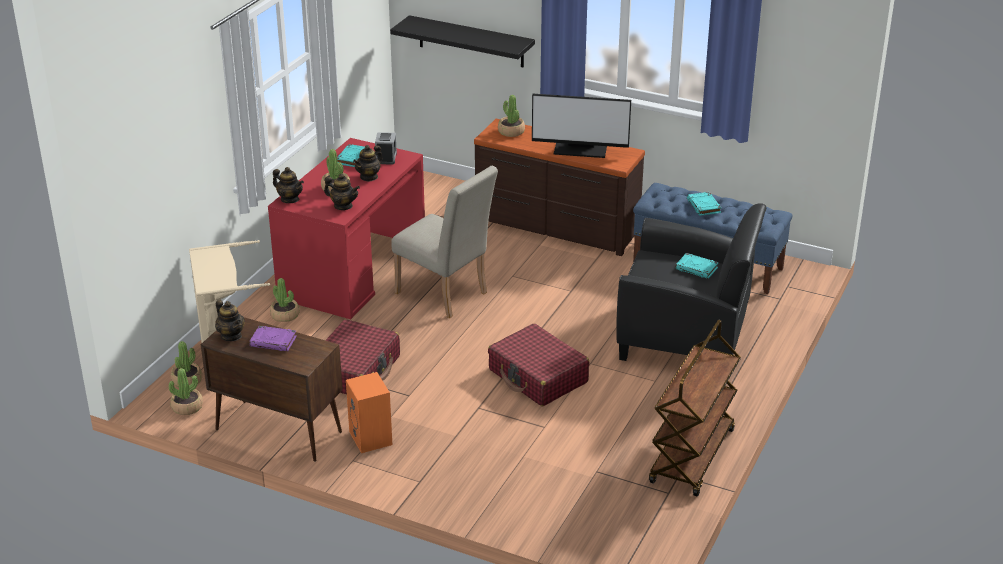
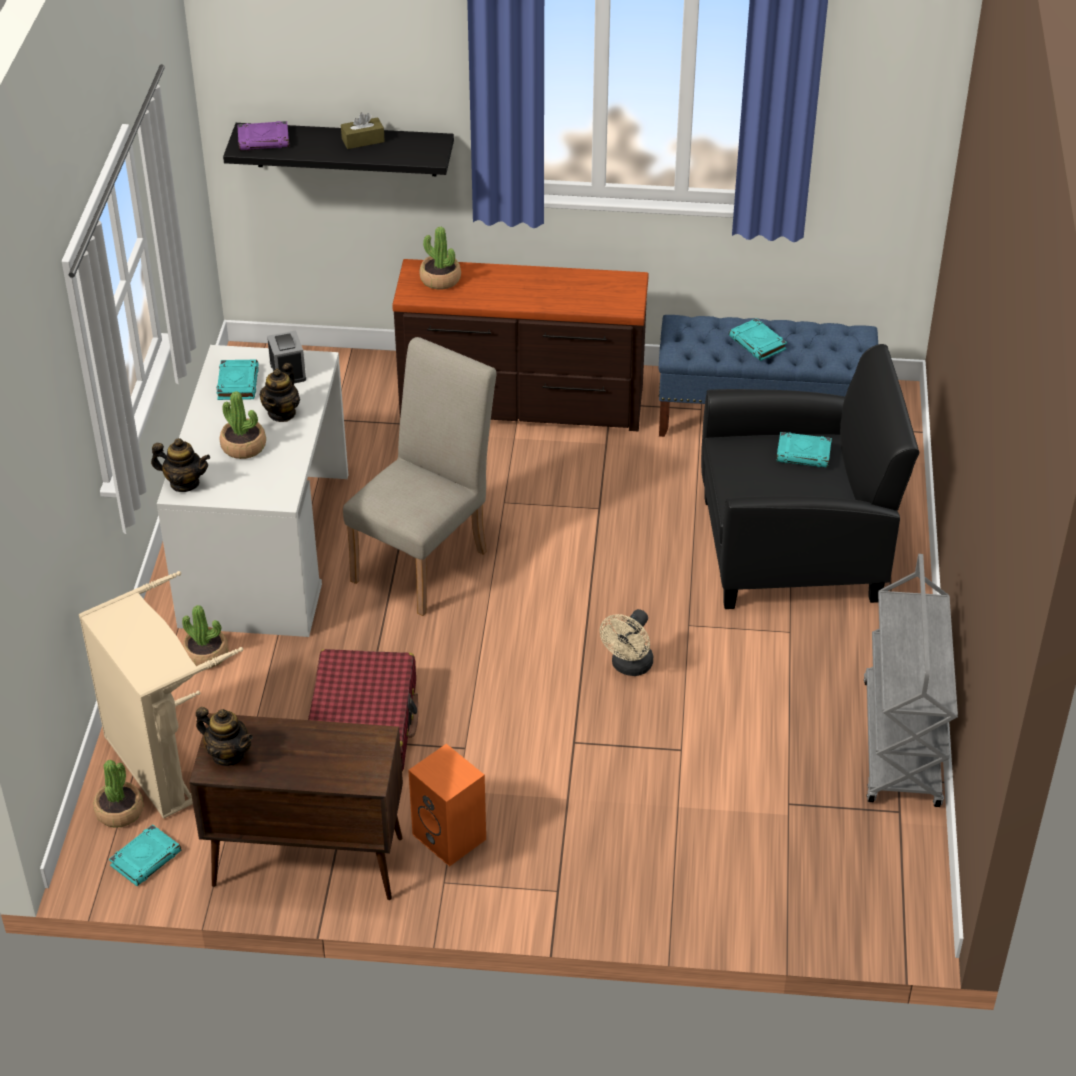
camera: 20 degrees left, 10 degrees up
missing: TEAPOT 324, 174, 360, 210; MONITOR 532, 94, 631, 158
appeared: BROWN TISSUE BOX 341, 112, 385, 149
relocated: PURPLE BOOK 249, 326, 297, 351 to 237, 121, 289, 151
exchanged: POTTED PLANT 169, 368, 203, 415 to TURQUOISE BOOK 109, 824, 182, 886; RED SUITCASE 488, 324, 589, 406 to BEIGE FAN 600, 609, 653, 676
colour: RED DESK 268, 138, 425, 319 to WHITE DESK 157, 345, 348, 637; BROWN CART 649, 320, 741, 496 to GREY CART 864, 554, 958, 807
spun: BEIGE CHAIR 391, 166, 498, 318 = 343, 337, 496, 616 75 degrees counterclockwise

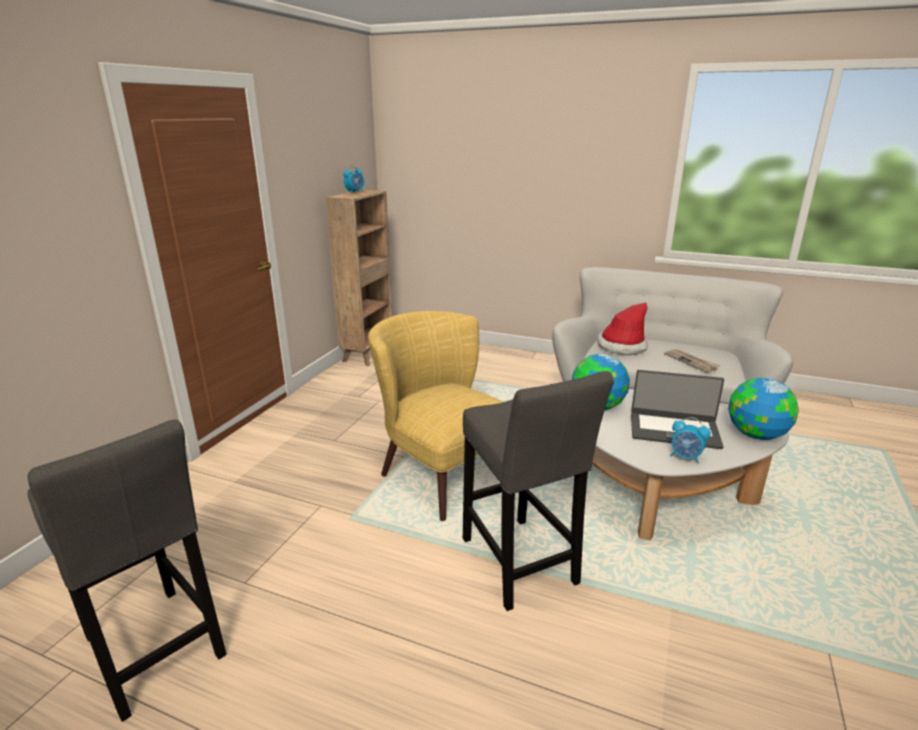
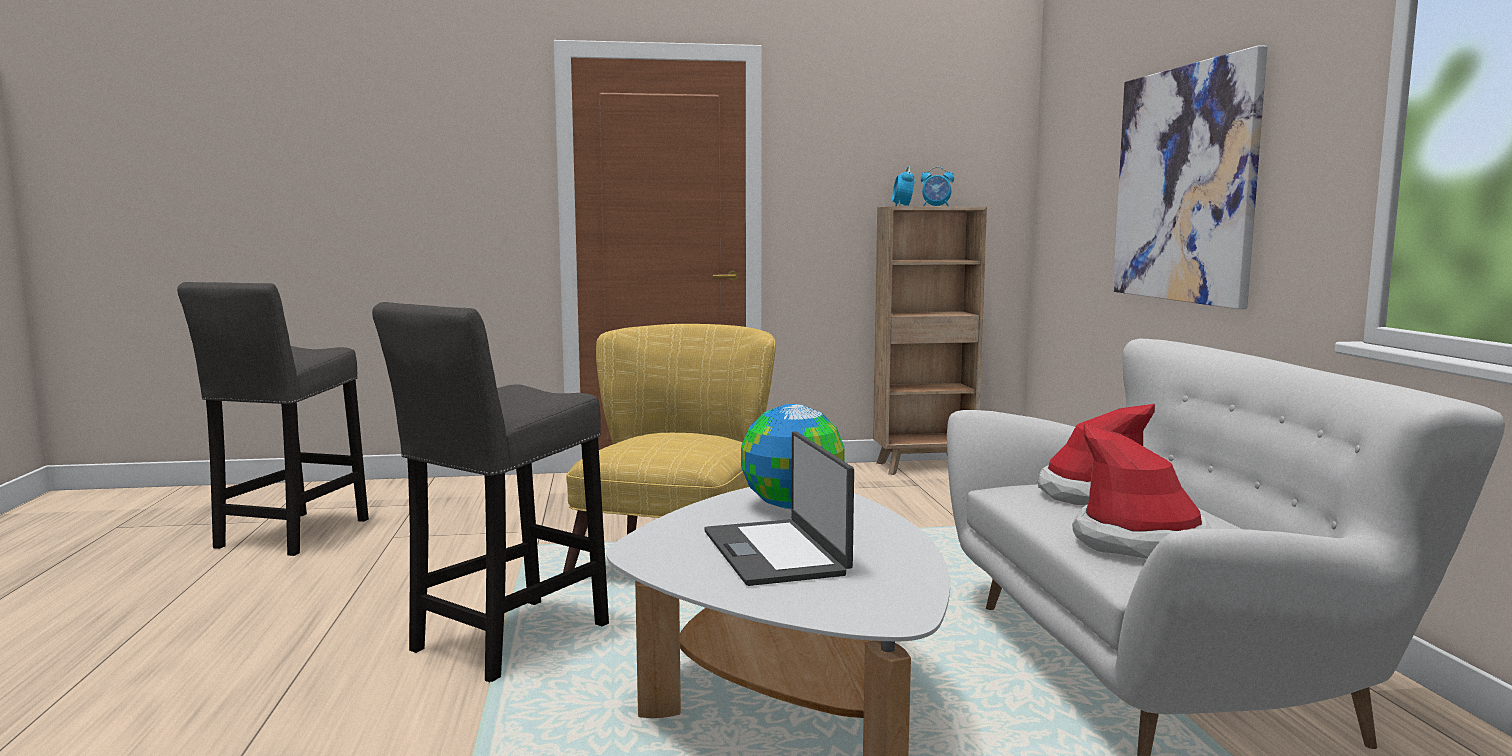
camera: 60 degrees right, 15 degrees down
missing: GLOBE 728, 378, 799, 440
appeared: PICTURE 1113, 45, 1267, 309
relocated: ALARM CLOCK 670, 417, 711, 463 to 892, 166, 915, 206
exchanged: NEWSPAPER 664, 349, 721, 373 to HAT 1072, 423, 1211, 559

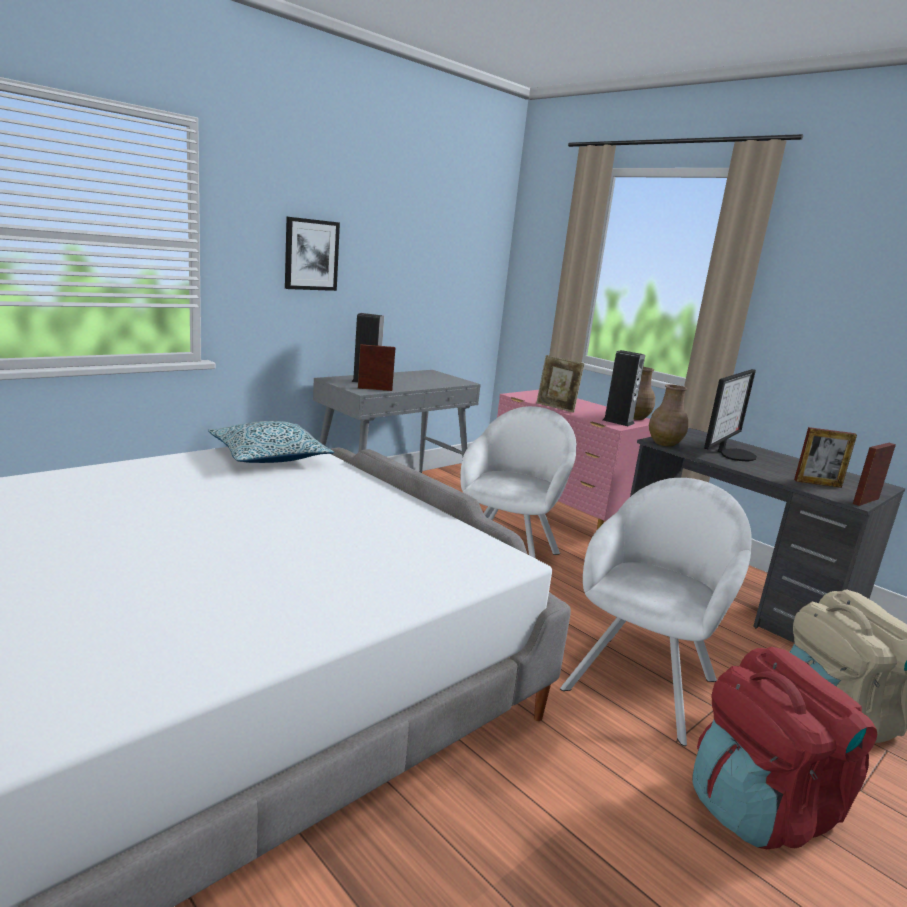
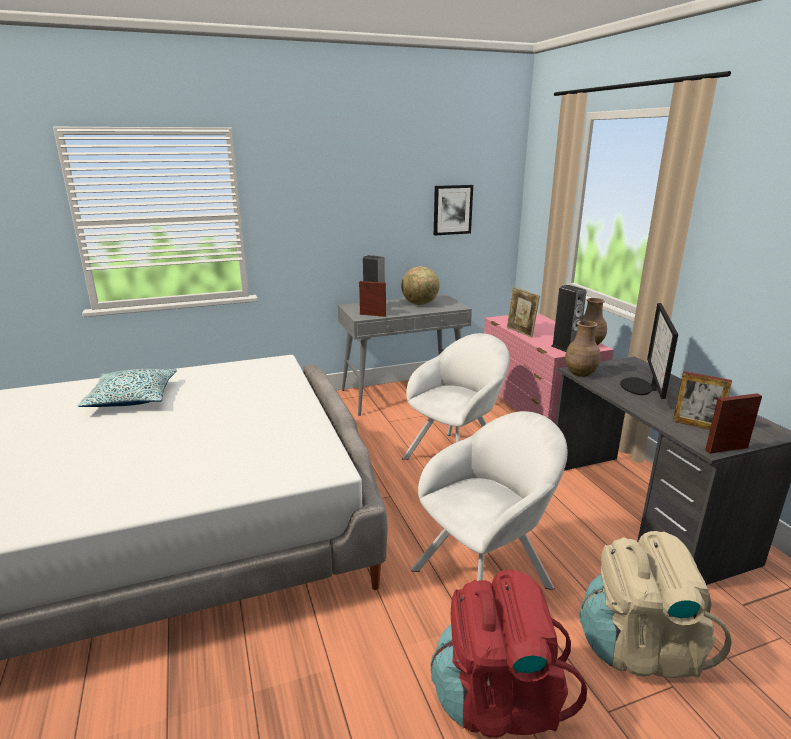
camera: 25 degrees right, 5 degrees up
appeared: GLOBE 401, 266, 440, 305
relocated: PILLOW 208, 421, 334, 463 to 77, 369, 177, 407; PICTURE 285, 217, 340, 291 to 434, 185, 473, 235
spun: MONITOR 704, 369, 757, 461 = 620, 303, 678, 399 135 degrees clockwise

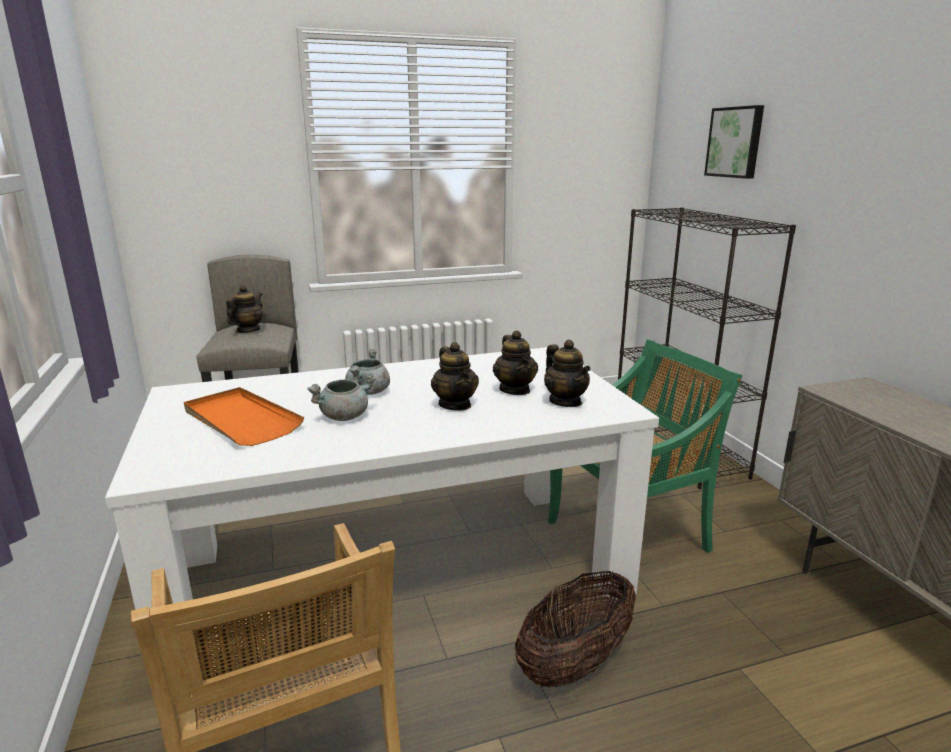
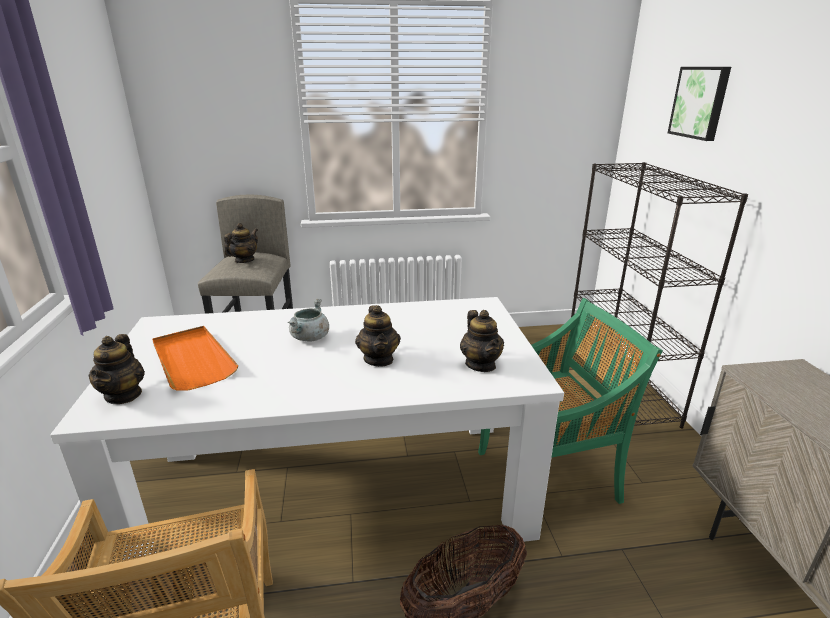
camera: 10 degrees right, 5 degrees up
missing: GREY COOKING POT 307, 373, 377, 421
relocated: TEAPOT 493, 330, 538, 395 to 88, 334, 145, 404

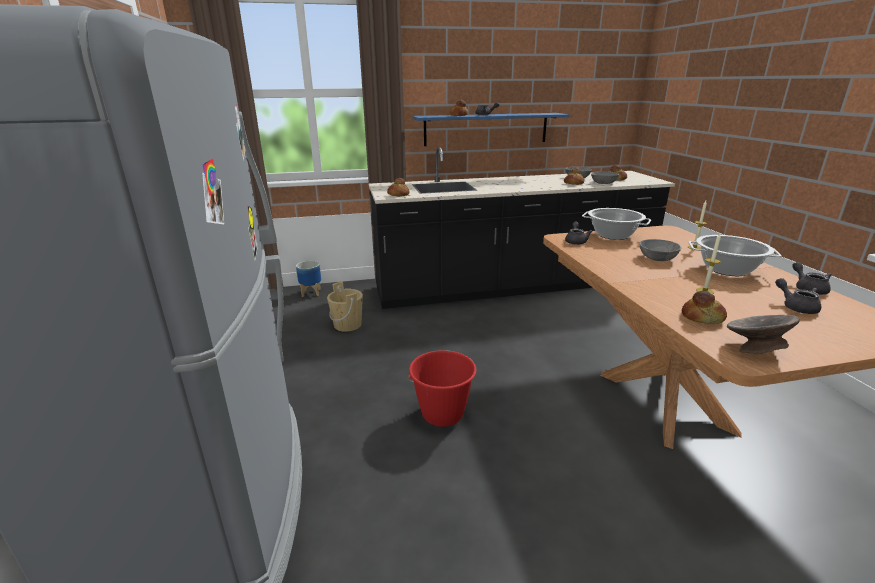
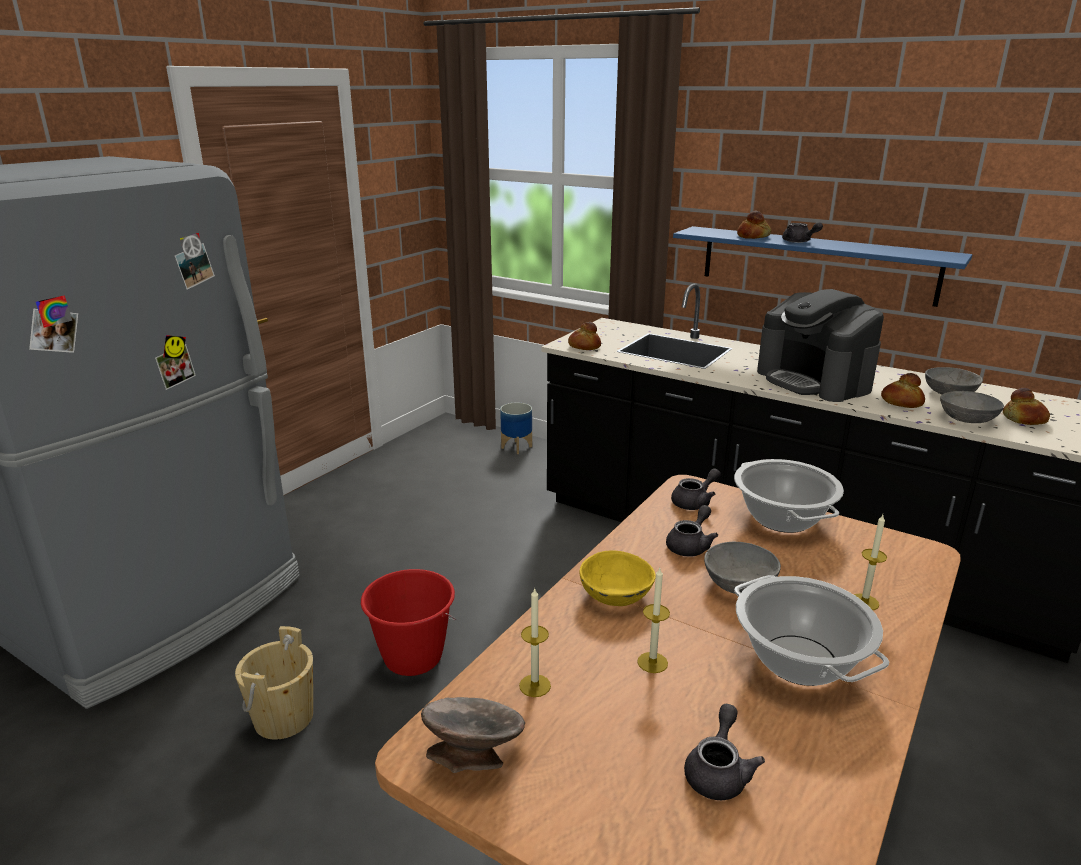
camera: 45 degrees right, 0 degrees up
appeared: YELLOW BOWL 579, 550, 656, 606; COFFEE MACHINE 757, 289, 884, 402
relocated: BEIGE BUCKET 327, 282, 363, 332 to 235, 626, 313, 740; GREY TEAPOT 792, 262, 832, 295 to 666, 505, 718, 557
exchanged: BREAD 682, 291, 727, 324 to CANDLE 519, 587, 551, 697

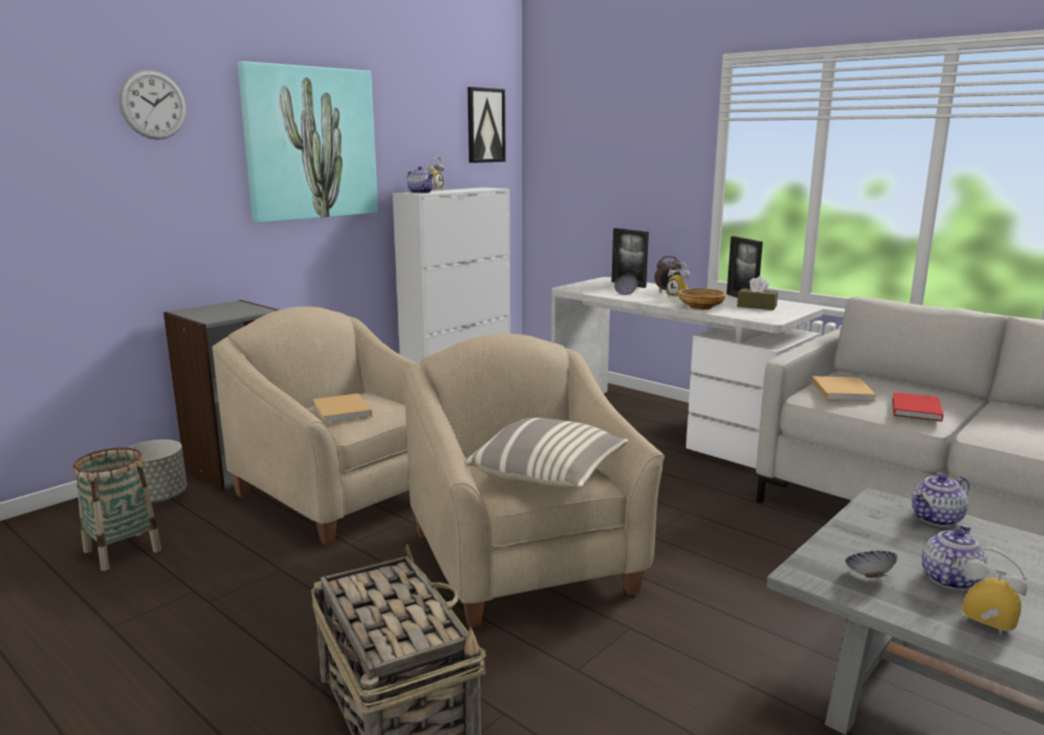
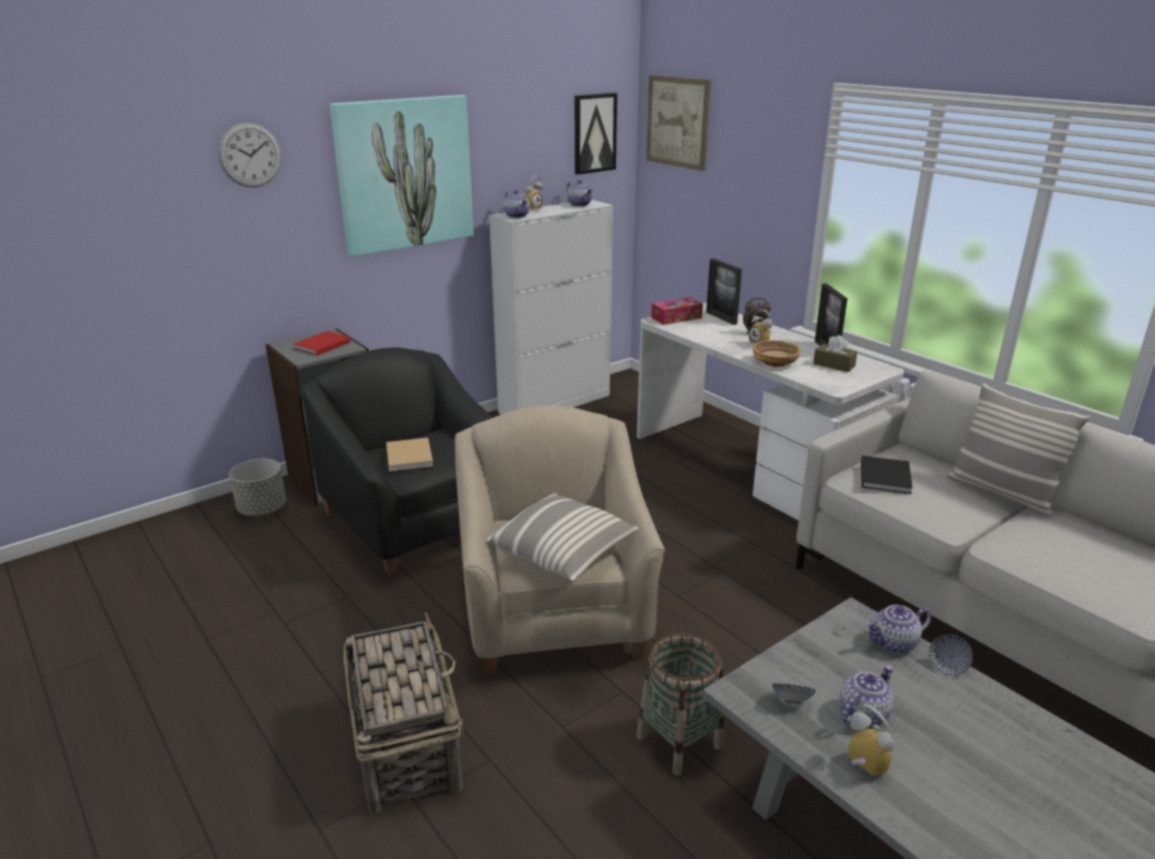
camera: 10 degrees right, 10 degrees up
appeared: TEAPOT 567, 180, 593, 206; PICTURE 646, 75, 711, 171; TISSUE BOX 651, 297, 703, 325; PILLOW 946, 383, 1090, 516
relocated: BASKET 73, 447, 161, 571 to 637, 633, 724, 776; BOWL 614, 275, 638, 295 to 929, 634, 973, 676; RED BOOK 892, 392, 943, 422 to 294, 331, 351, 355
colour: BEIGE ARMCHAIR 212, 306, 415, 546 to BLACK ARMCHAIR 301, 347, 494, 576; BEIGE BOOK 812, 376, 877, 402 to BLACK BOOK 861, 456, 912, 494

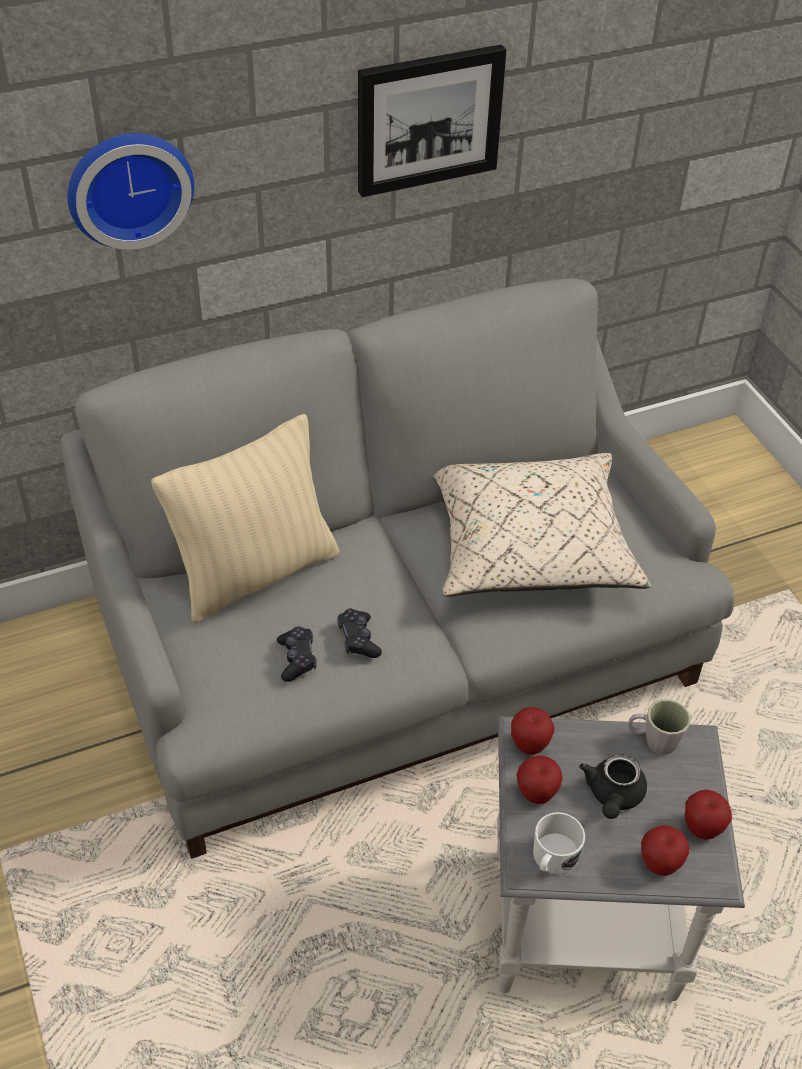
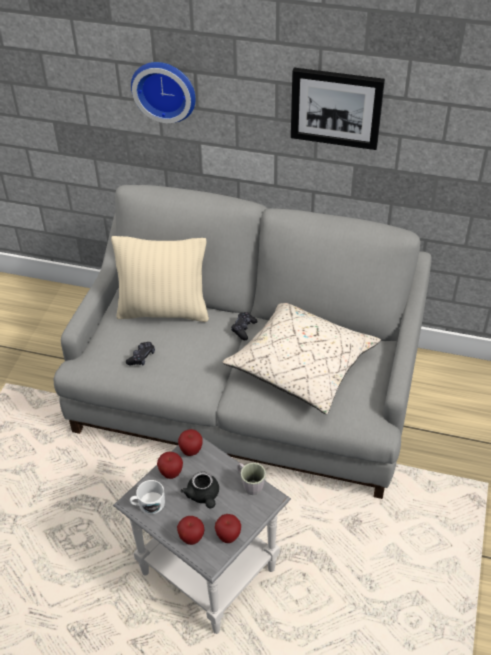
camera: 40 degrees right, 0 degrees up
relocated: BLACK GAME CONTROLLER 337, 609, 382, 658 to 231, 312, 258, 340
spun: BLACK TEAPOT 579, 754, 647, 819 = 181, 471, 219, 508 75 degrees counterclockwise

